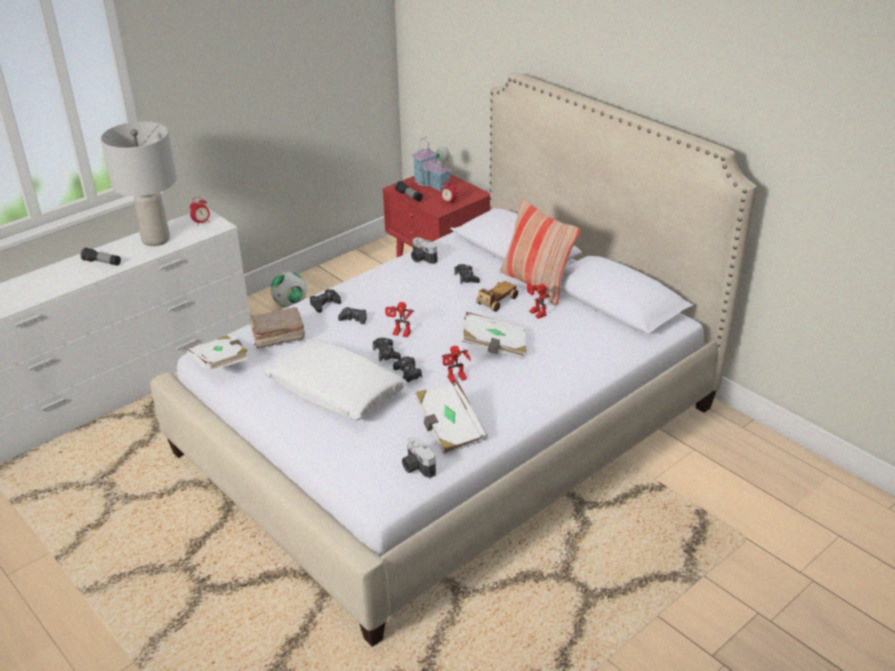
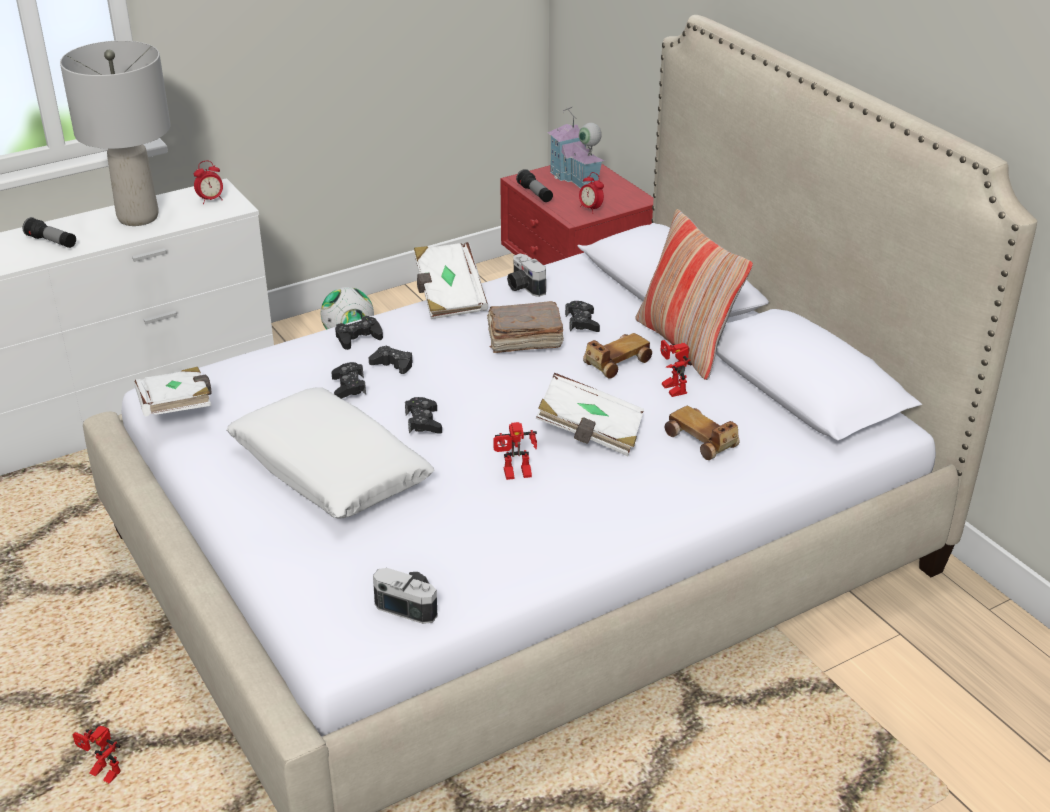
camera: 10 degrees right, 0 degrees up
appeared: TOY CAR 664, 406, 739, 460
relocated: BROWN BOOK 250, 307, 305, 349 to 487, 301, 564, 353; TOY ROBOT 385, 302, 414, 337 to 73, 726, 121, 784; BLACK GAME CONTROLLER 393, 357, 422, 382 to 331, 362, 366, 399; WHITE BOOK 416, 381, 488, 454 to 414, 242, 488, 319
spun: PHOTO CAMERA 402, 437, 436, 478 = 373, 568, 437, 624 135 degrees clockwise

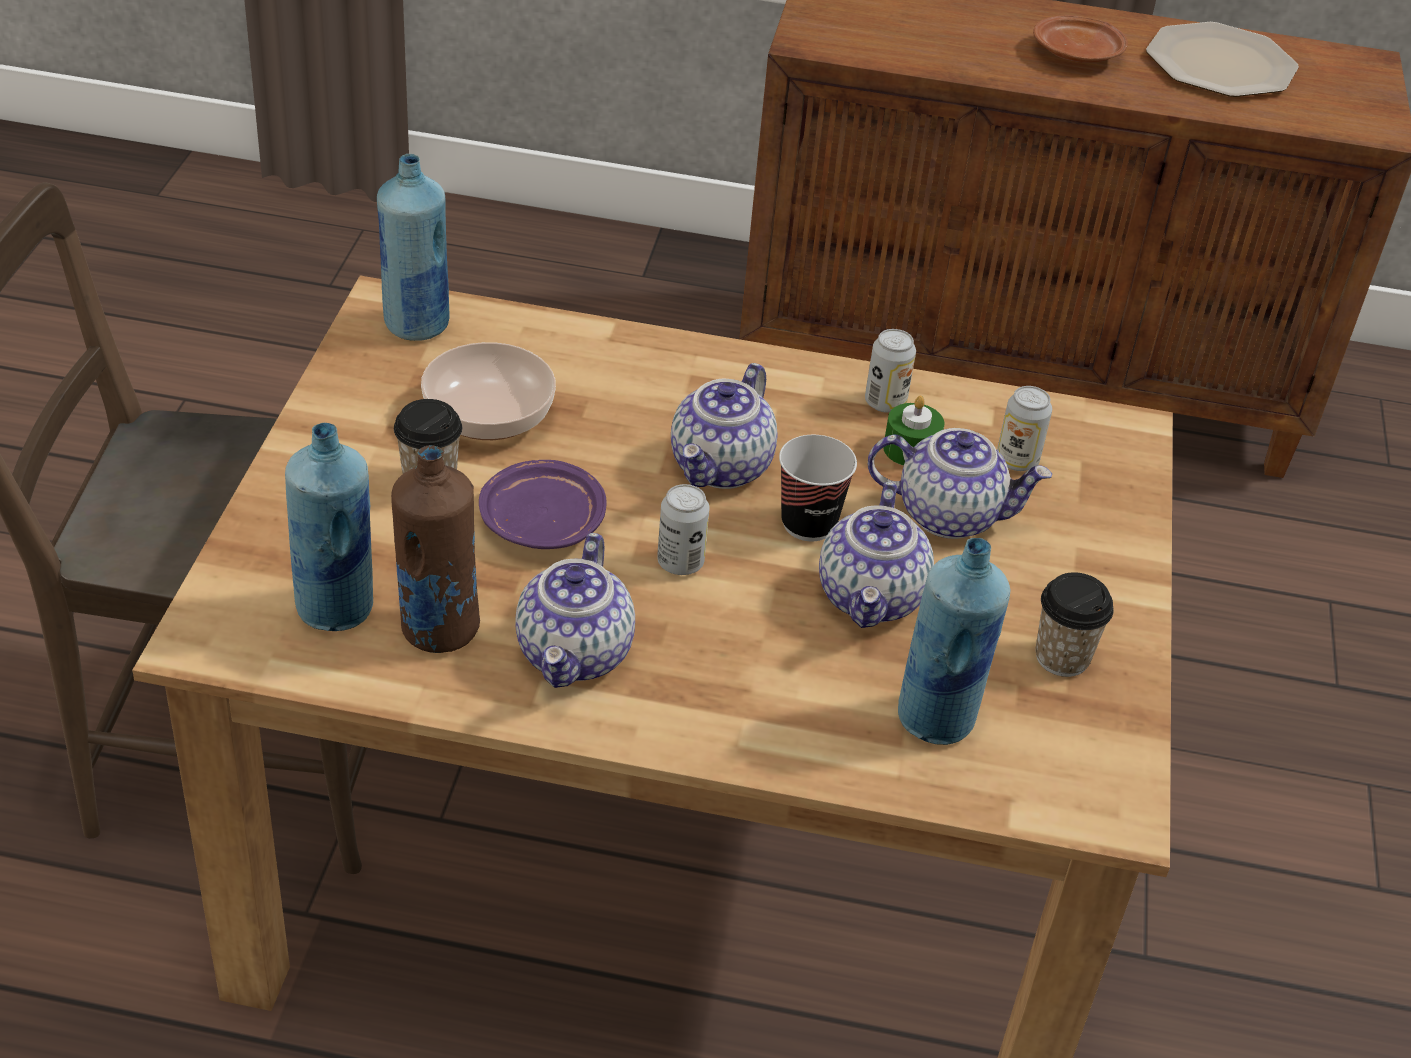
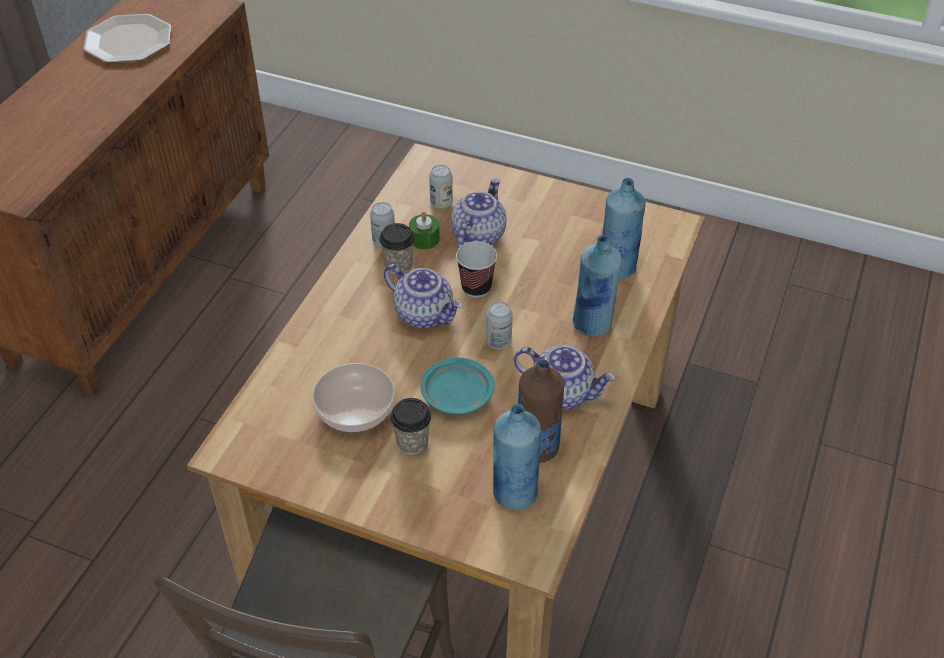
camera: 75 degrees left, 5 degrees up
missing: TEAPOT 819, 482, 934, 628; BROWN PLATE 1033, 15, 1128, 63
relocated: BLUE BOTTLE 377, 154, 449, 341 to 572, 235, 622, 337; CUP 1035, 572, 1114, 677 to 379, 223, 415, 274
colour: PURPLE PLATE 479, 460, 607, 549 to TURQUOISE PLATE 420, 357, 495, 415

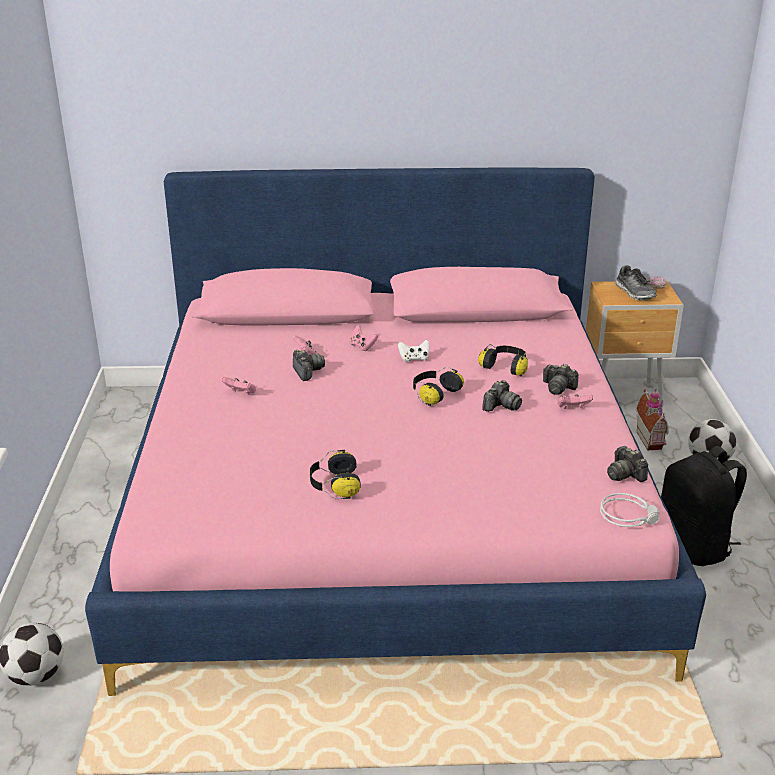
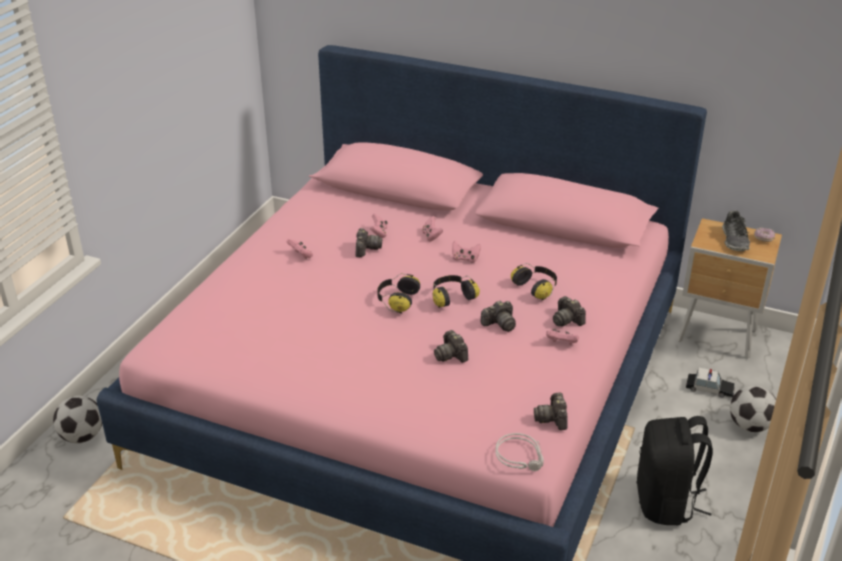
camera: 25 degrees right, 5 degrees up
appeared: PHOTO CAMERA 434, 330, 468, 363
relocated: HEADPHONES 310, 450, 361, 499 to 377, 273, 420, 313
exchanged: TOY HOUSE 636, 389, 669, 451 to TOY CAR 686, 368, 735, 398
colour: WHITE GAME CONTROLLER 398, 339, 429, 362 to PINK GAME CONTROLLER 452, 241, 481, 263

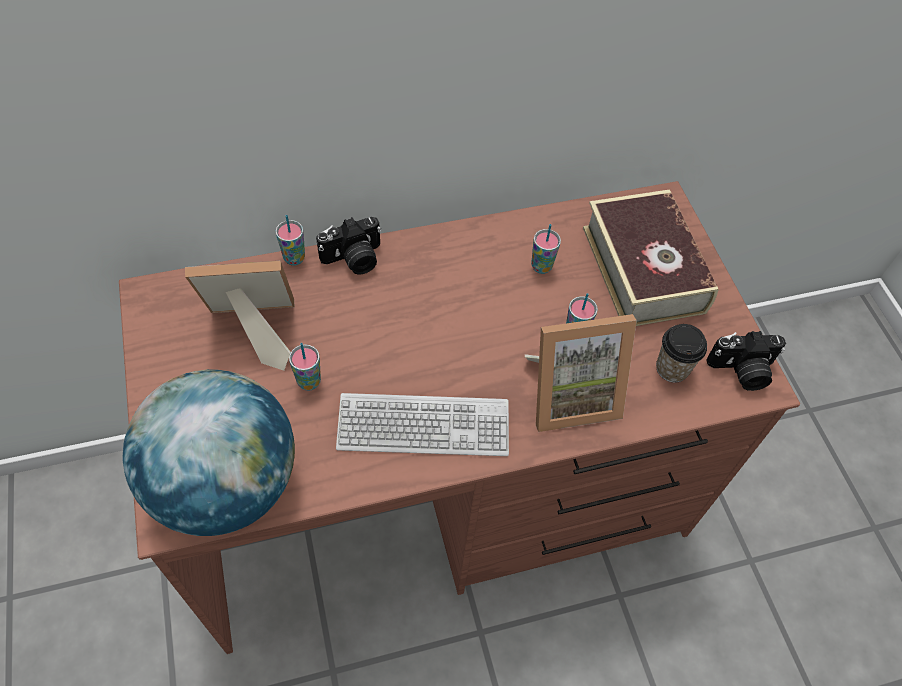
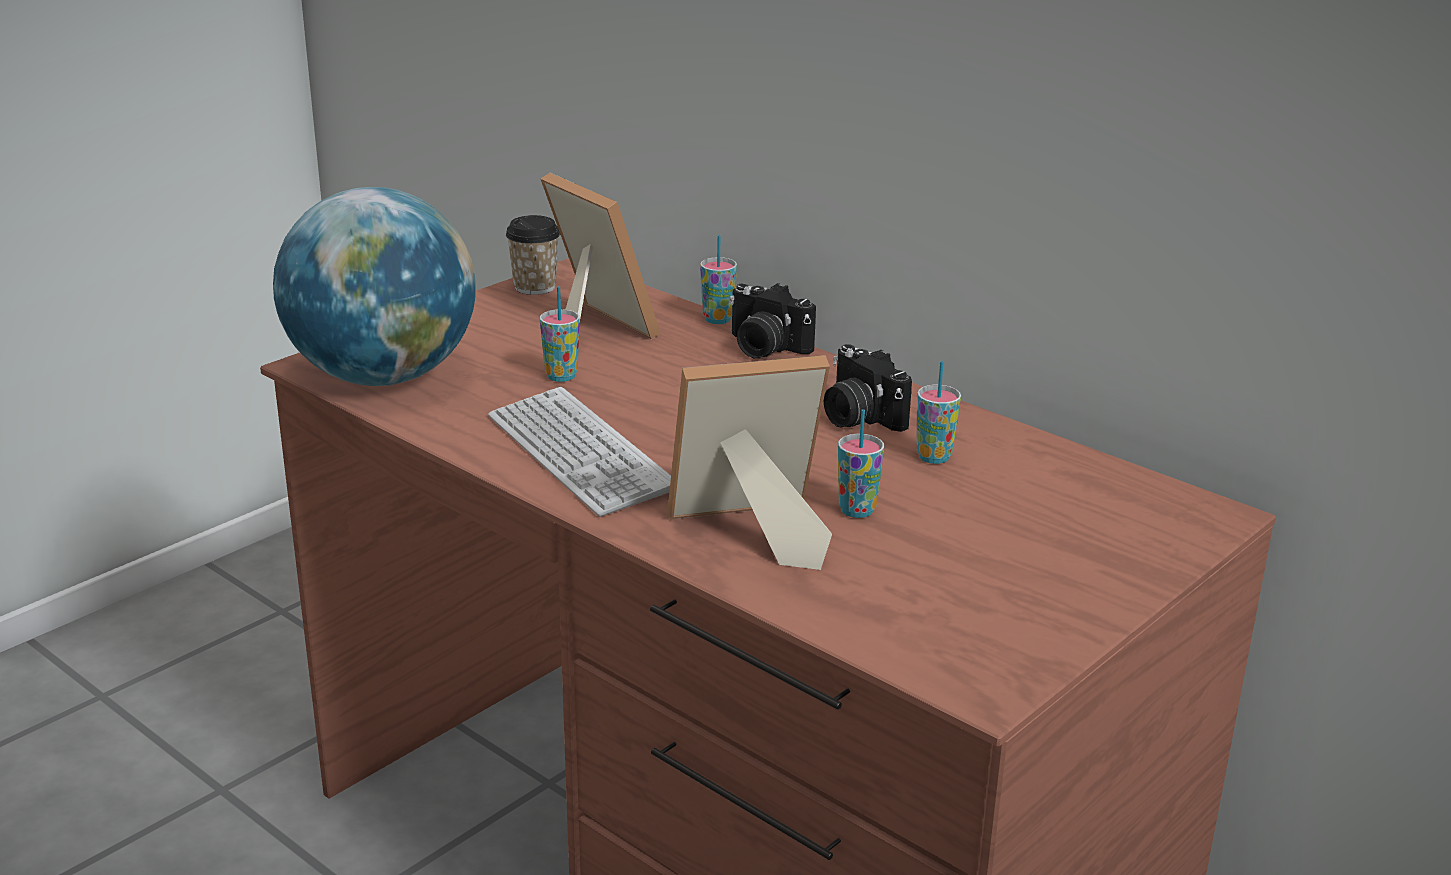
camera: 60 degrees right, 30 degrees down
missing: BOOK 583, 189, 719, 326
relocated: CUP 656, 324, 707, 383 to 506, 215, 560, 295; PHOTO CAMERA 706, 331, 786, 391 to 824, 344, 912, 432
spun: PICTURE FRAME 525, 314, 637, 432 = 668, 355, 832, 570 120 degrees clockwise

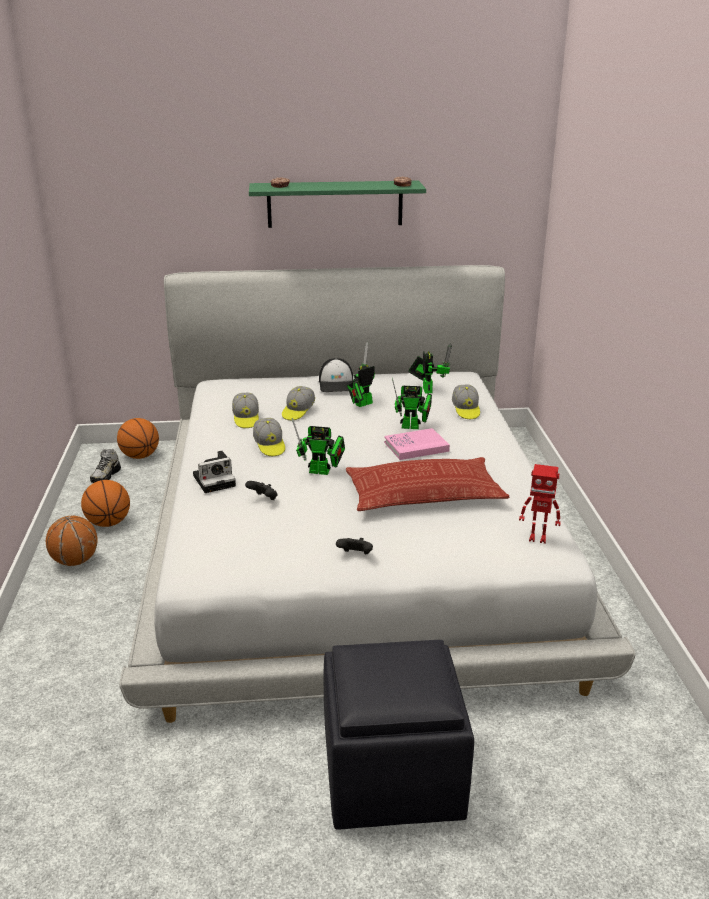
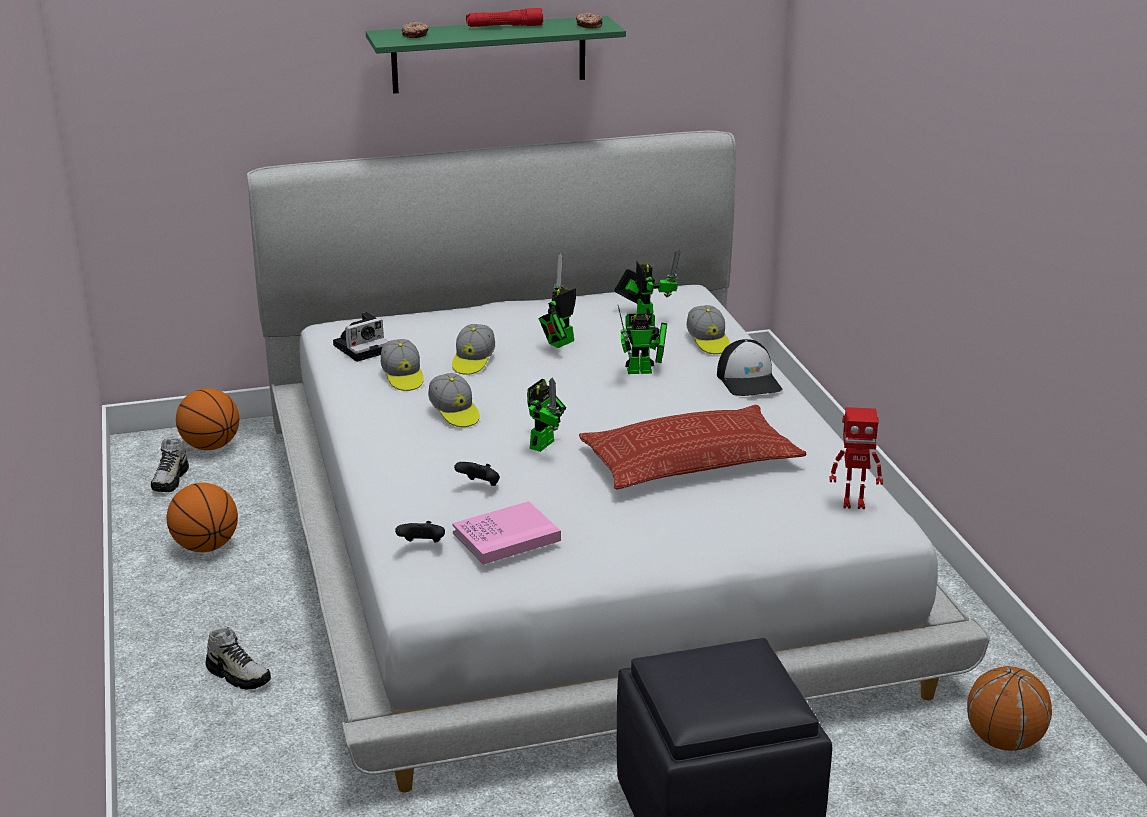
camera: 10 degrees left, 0 degrees up
appeared: SHOE 205, 627, 271, 690; RED FLASHLIGHT 466, 8, 543, 27
relocated: BASKETBALL 46, 516, 98, 566 to 967, 666, 1052, 751; PHOTO CAMERA 193, 451, 236, 493 to 333, 312, 388, 362; CAP 319, 358, 353, 392 to 717, 339, 782, 396; BLACK GAME CONTROLLER 336, 538, 373, 554 to 395, 521, 445, 542; PINK BOOK 384, 428, 450, 460 to 452, 501, 561, 565
spun: TOY ROBOT 292, 418, 345, 475 = 527, 378, 566, 452 60 degrees counterclockwise

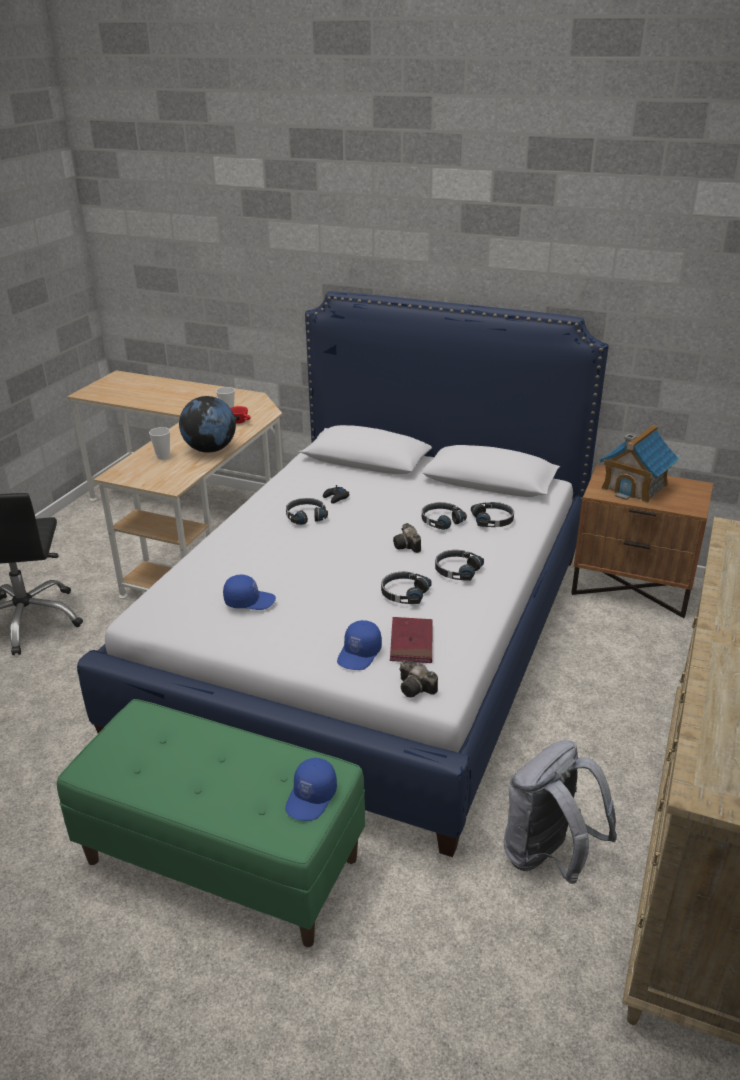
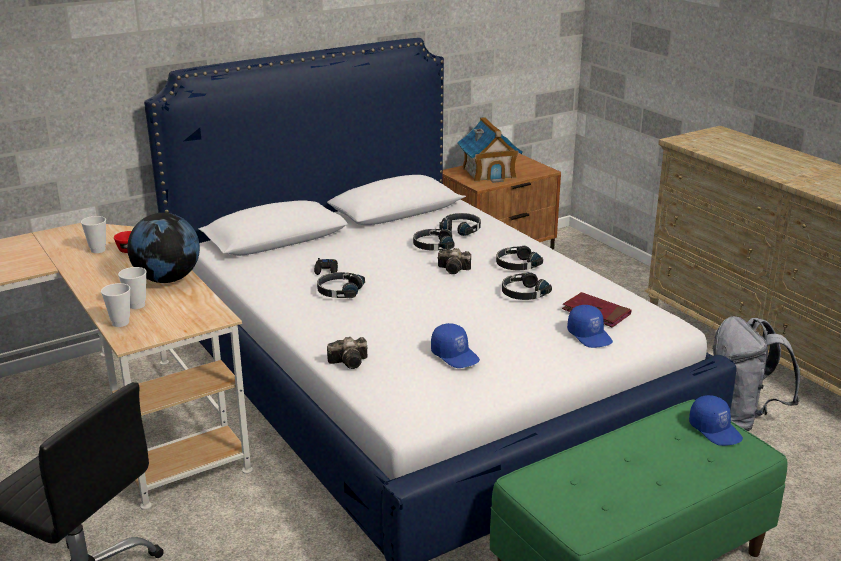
camera: 55 degrees left, 5 degrees down
appeared: CUP 101, 283, 130, 327
relocated: PHOTO CAMERA 399, 660, 438, 698 to 327, 337, 368, 369
spun: BLUE CAP 223, 575, 276, 610 = 431, 323, 480, 368 105 degrees clockwise

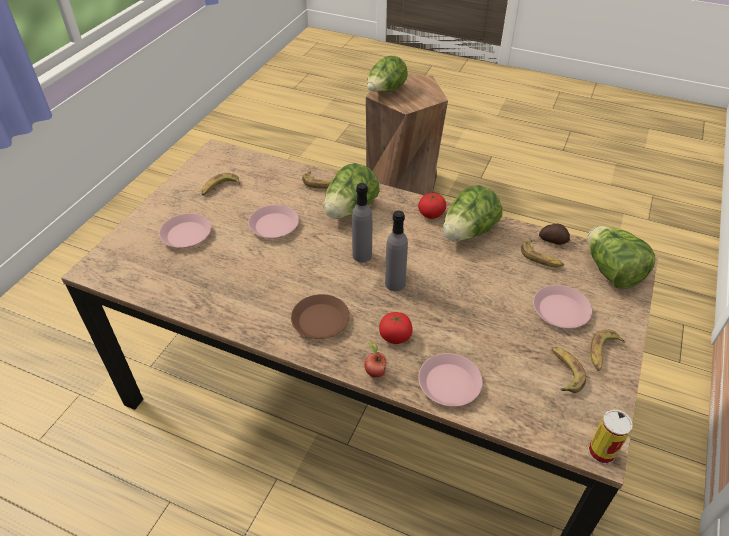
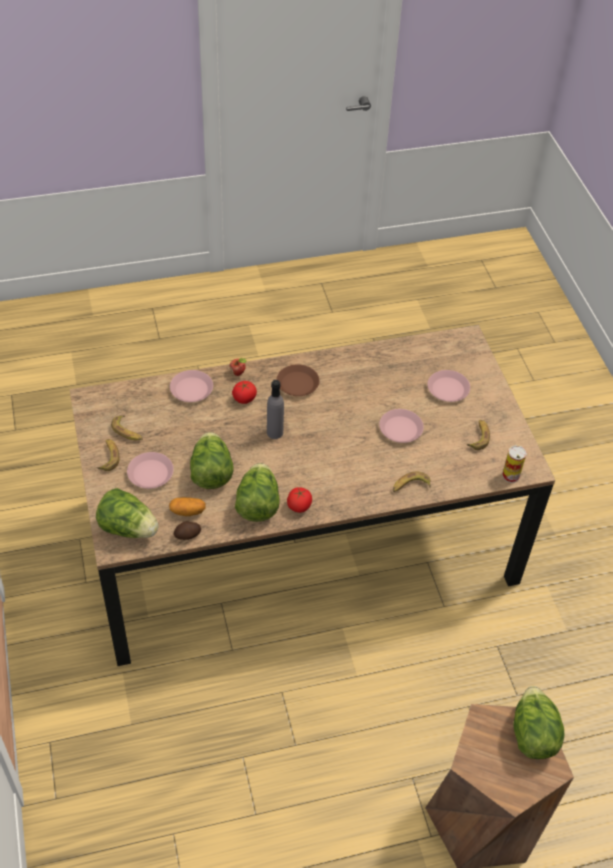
camera: 140 degrees right, 5 degrees up
missing: GREY BOTTLE 352, 183, 372, 262
relocated: LETTUCE 324, 163, 380, 219 to 190, 432, 234, 489; CAN 588, 409, 633, 465 to 502, 445, 527, 483
exchanged: BANANA 521, 240, 564, 267 to POTATO 169, 497, 206, 516

